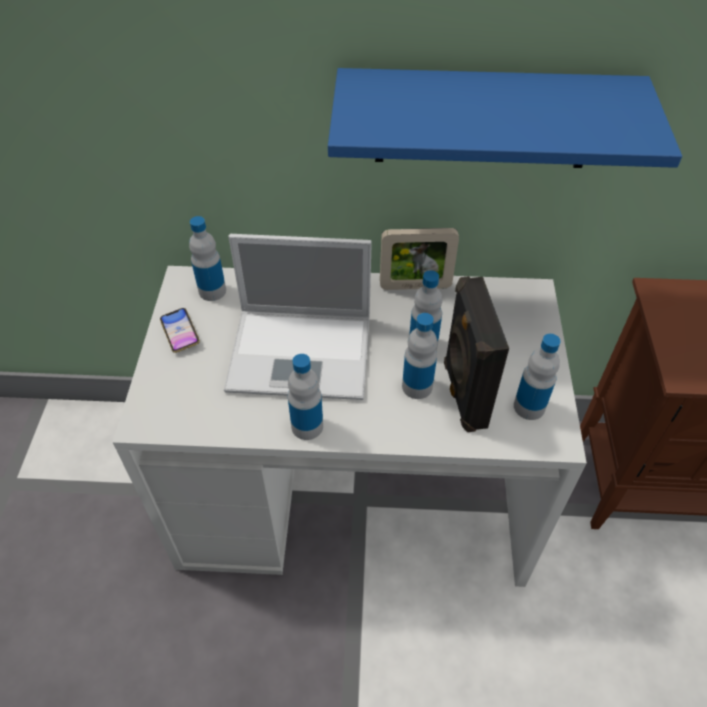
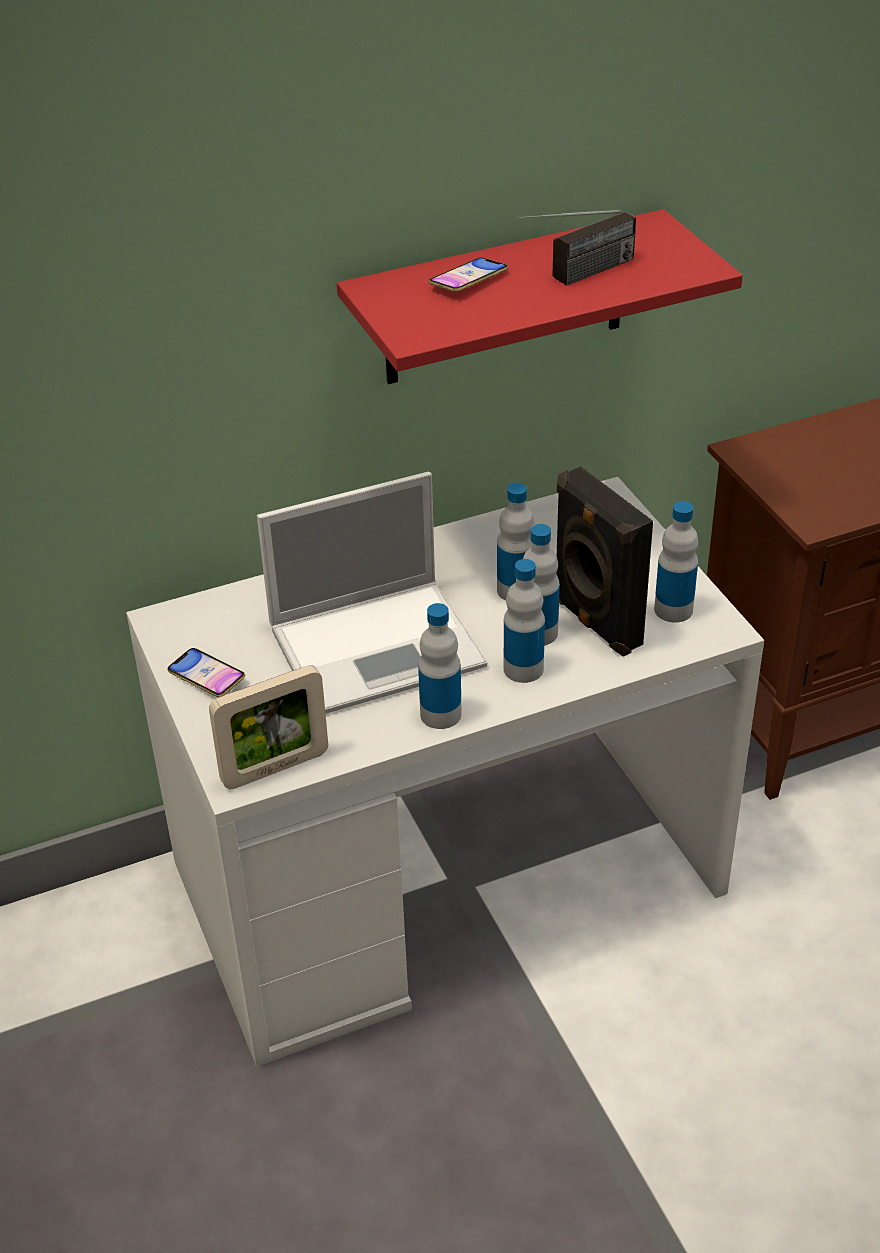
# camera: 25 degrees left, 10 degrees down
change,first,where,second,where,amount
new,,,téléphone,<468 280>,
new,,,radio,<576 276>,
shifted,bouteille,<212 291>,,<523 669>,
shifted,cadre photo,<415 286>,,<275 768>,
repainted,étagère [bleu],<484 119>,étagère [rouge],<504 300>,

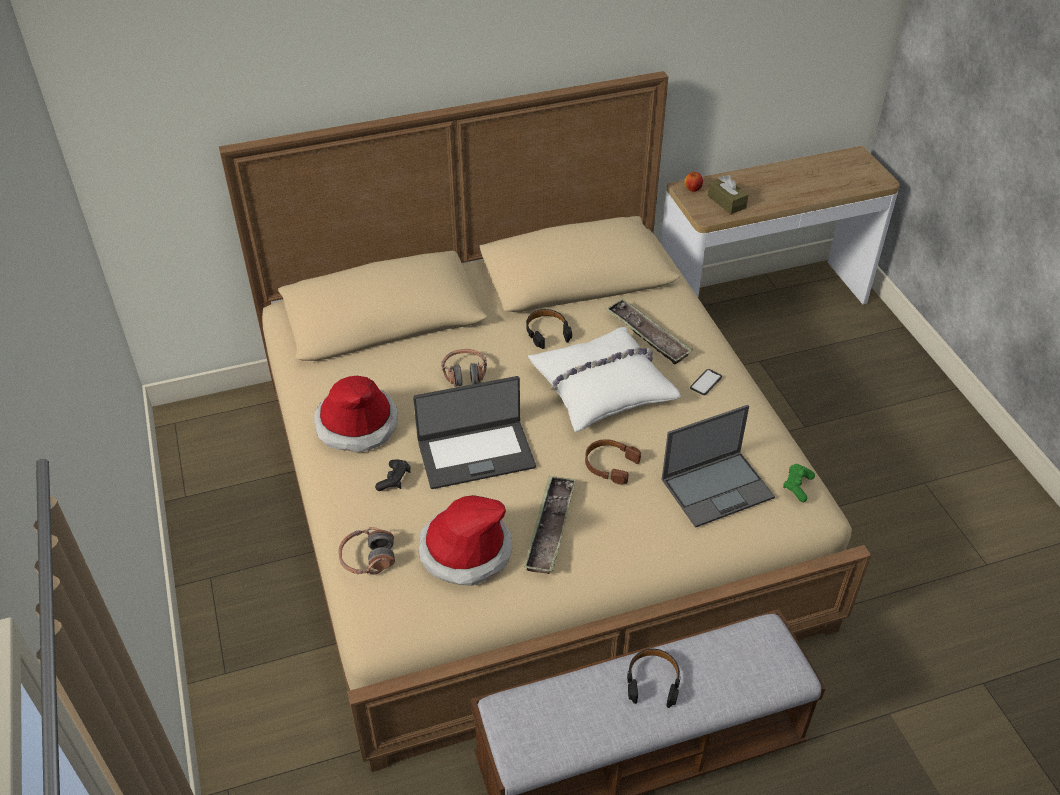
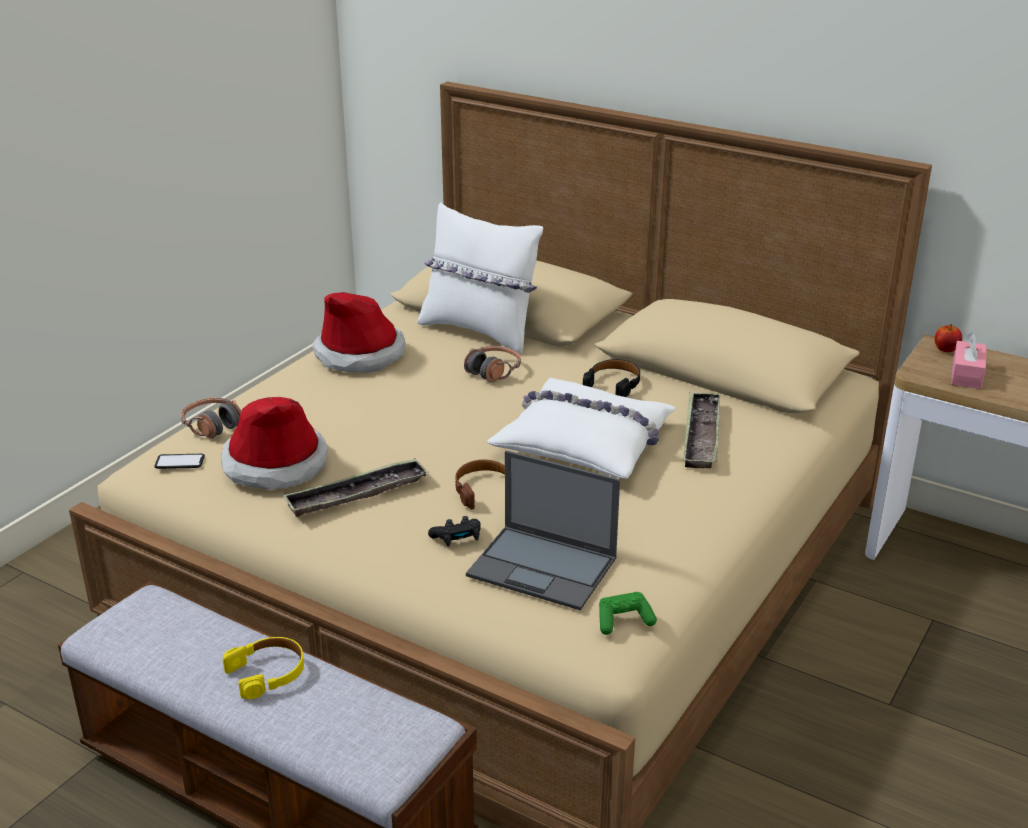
# camera: 50 degrees right, 15 degrees down
change,first,where,second,where,amount
gone,ordinateur portable,<475 453>,,,
new,,,coussin [blanc],<480 332>,
shifted,manette [noir],<394 480>,,<457 539>,
shifted,téléphone,<705 382>,,<179 462>,
repainted,casque audio [noir],<653 681>,casque audio [jaune],<267 673>,
repainted,boîte à mouchoirs [marron],<726 202>,boîte à mouchoirs [rose],<966 374>,

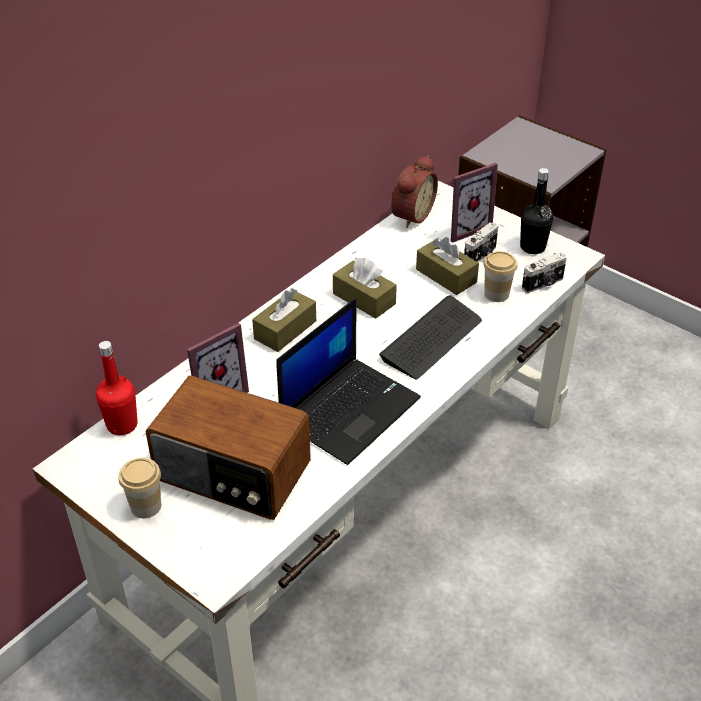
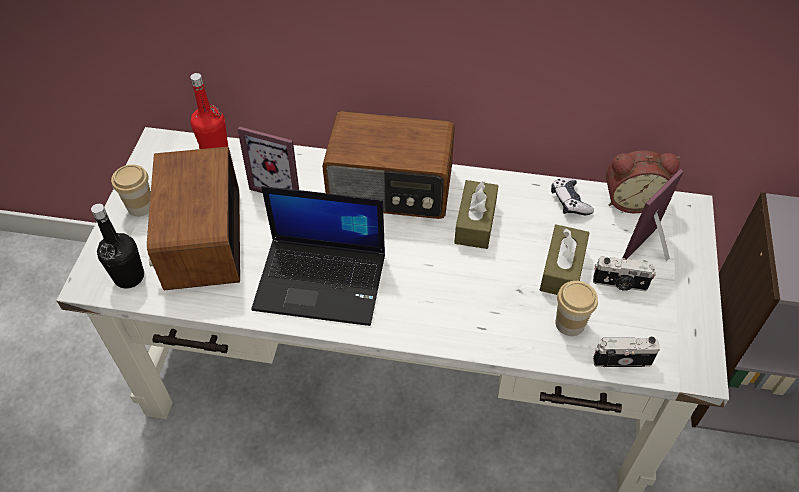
# camera: 60 degrees right, 10 degrees up
change,first,where,second,where,amount
gone,clavier,<431 339>,,,
new,,,manette,<570 202>,
shifted,bouteille [noir],<532 247>,,<129 277>,
swapped,boîte à mouchoirs [marron],<285 330>,radio,<391 189>,
rotated,cadre photo,<464 228>,,<653 250>,105 degrees clockwise
rotated,appareil photo,<543 284>,,<621 359>,150 degrees clockwise

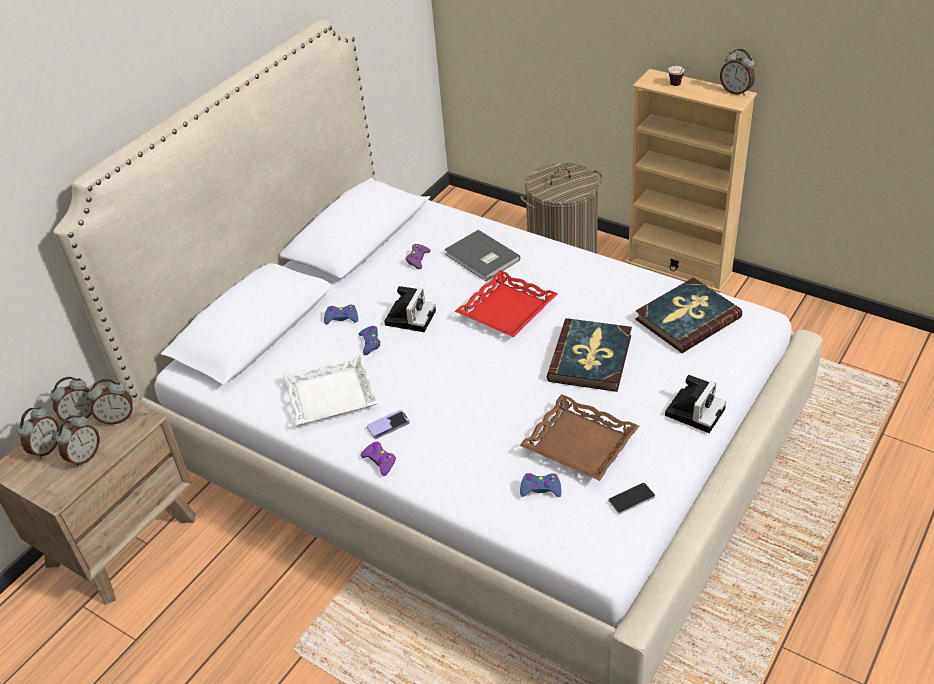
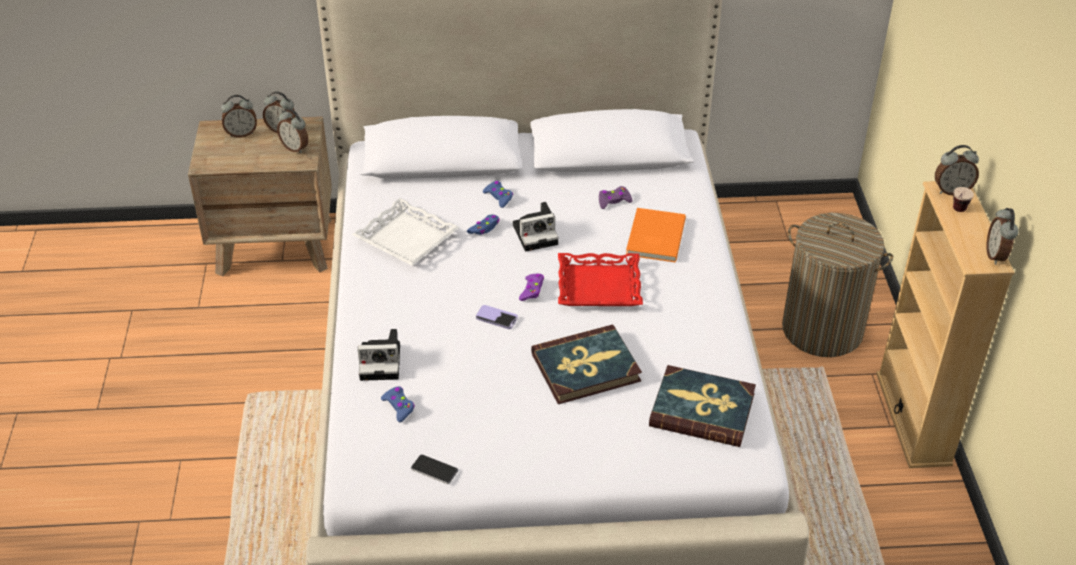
# camera: 50 degrees right, 0 degrees up
change,first,where,second,where,amount
gone,plateau [marron],<580 443>,,,
shifted,réveil,<84 457>,,<951 190>,
shifted,manette [violet],<380 461>,,<532 290>,
shifted,téléphone,<388 425>,,<496 318>,
shifted,appareil photo,<695 410>,,<382 362>,
repainted,livre [gris],<481 258>,livre [orange],<653 237>,

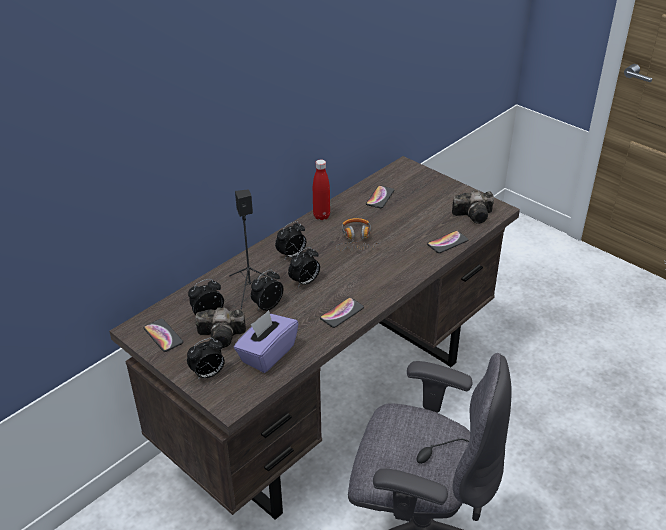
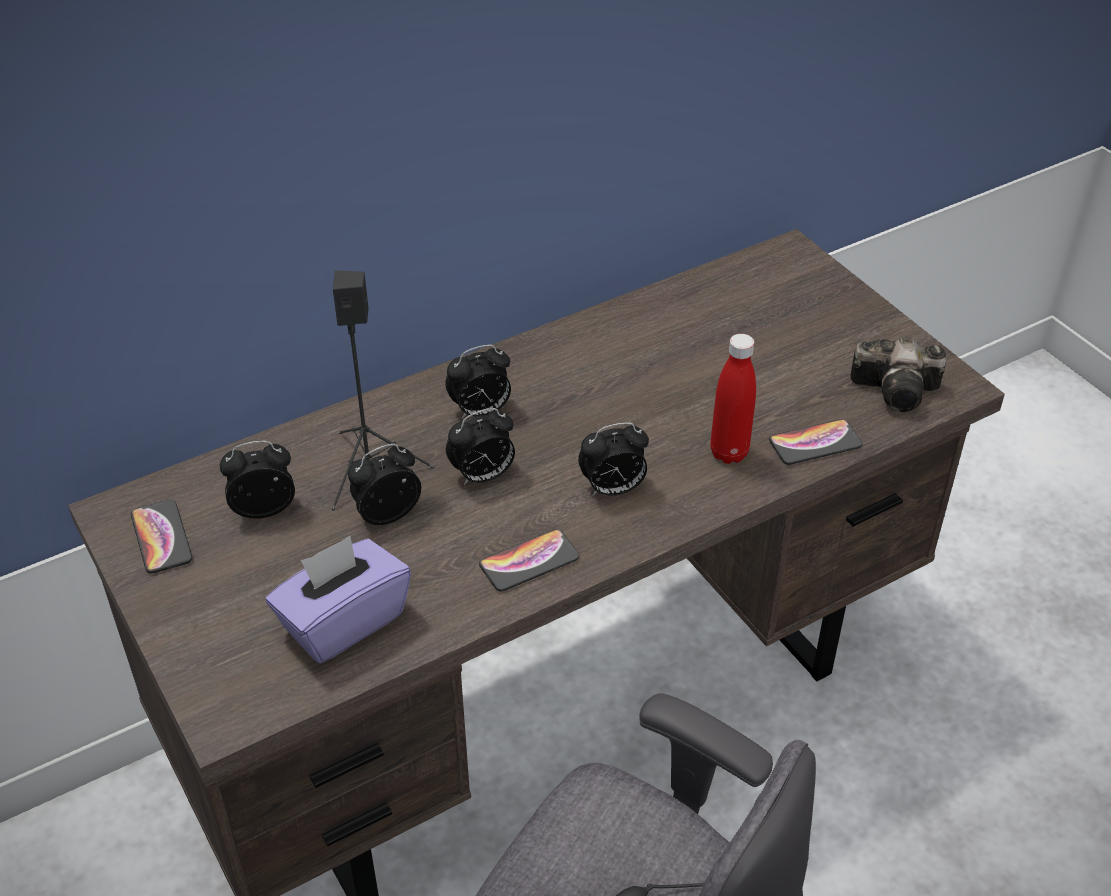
# camera: 15 degrees right, 5 degrees up
change,first,where,second,where,amount
gone,appareil photo,<223 336>,,,
gone,casque audio,<356 240>,,,
gone,téléphone,<380 197>,,,
shifted,réveil,<208 374>,,<612 489>,
shifted,bouteille [rouge],<321 216>,,<729 453>,

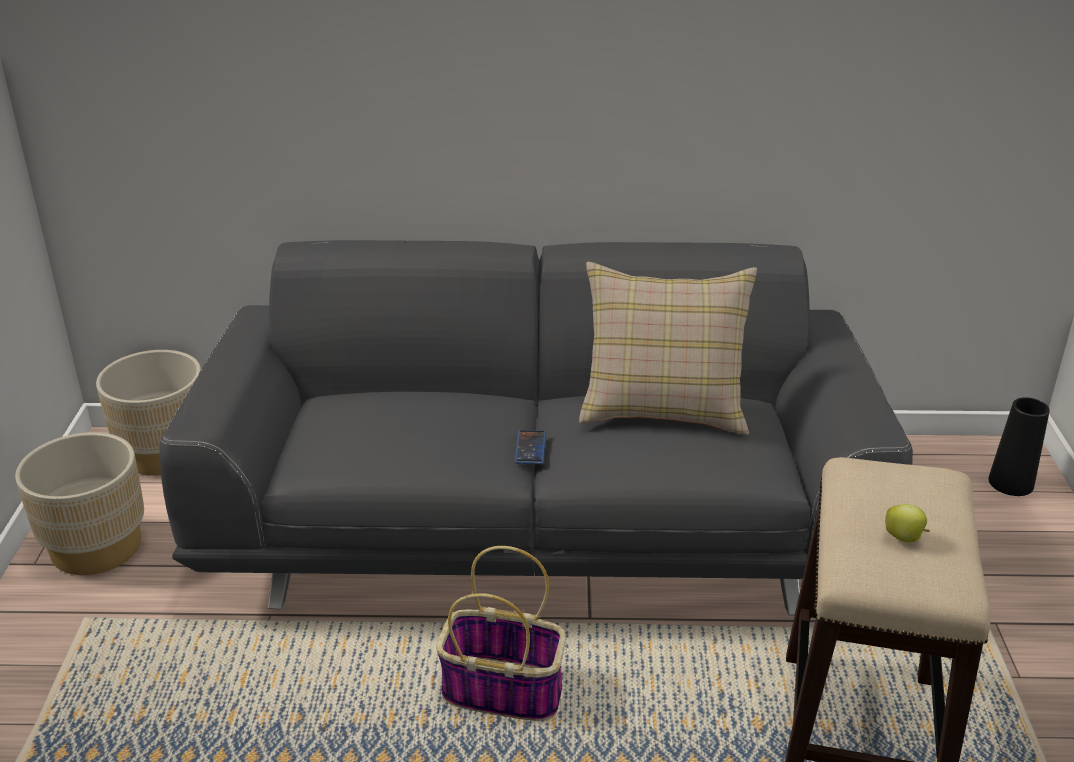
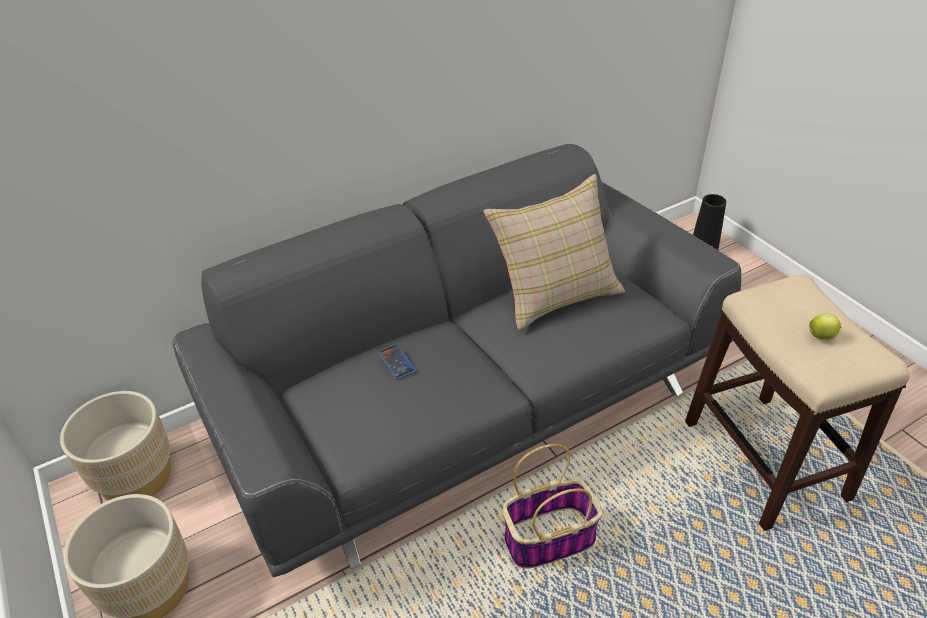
# camera: 30 degrees left, 10 degrees up
change,first,where,second,where,amount
shifted,téléphone,<530 448>,,<396 362>,

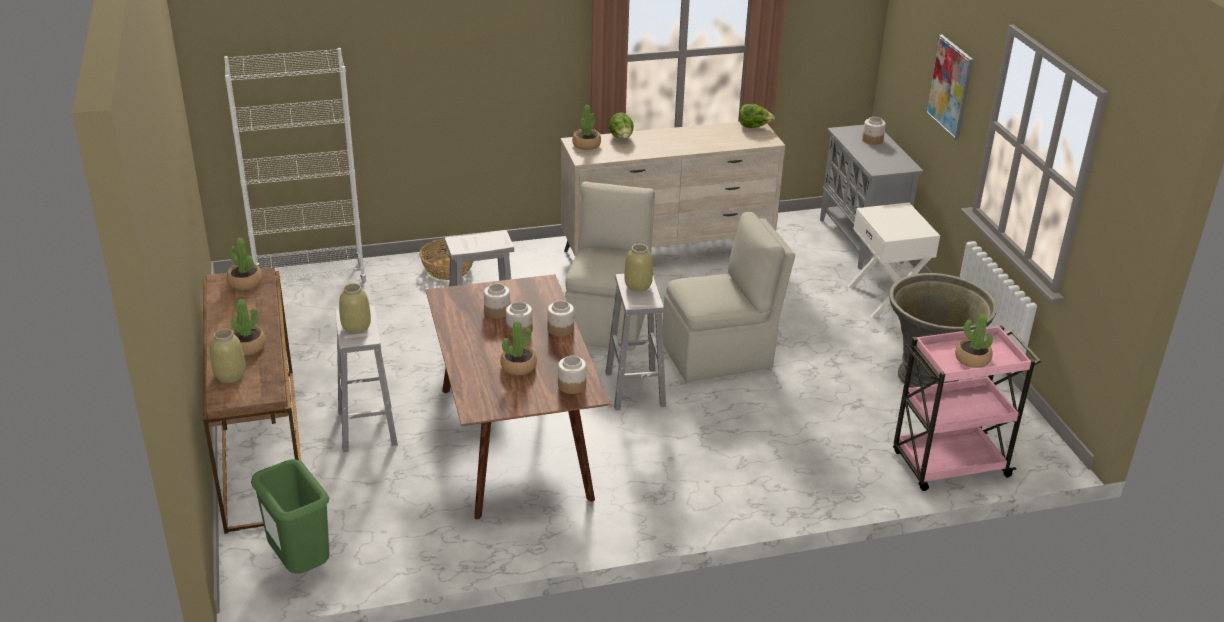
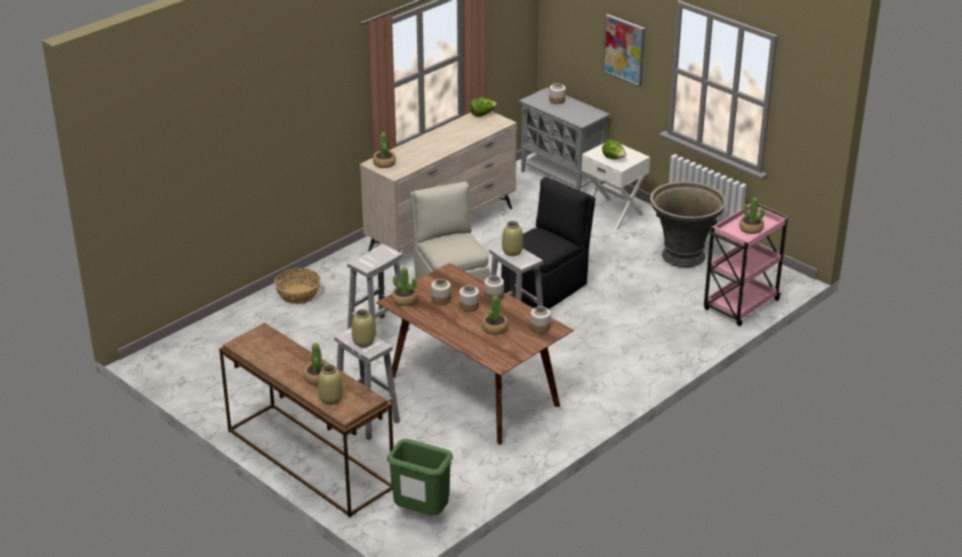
# camera: 30 degrees left, 0 degrees up
change,first,where,second,where,amount
gone,bibliothèque [blanc],<310 279>,,,
shifted,plante en pot,<245 282>,,<404 300>,
shifted,laitue,<621 138>,,<613 158>,
repainted,chaise [beige],<720 355>,chaise [noir],<546 288>,

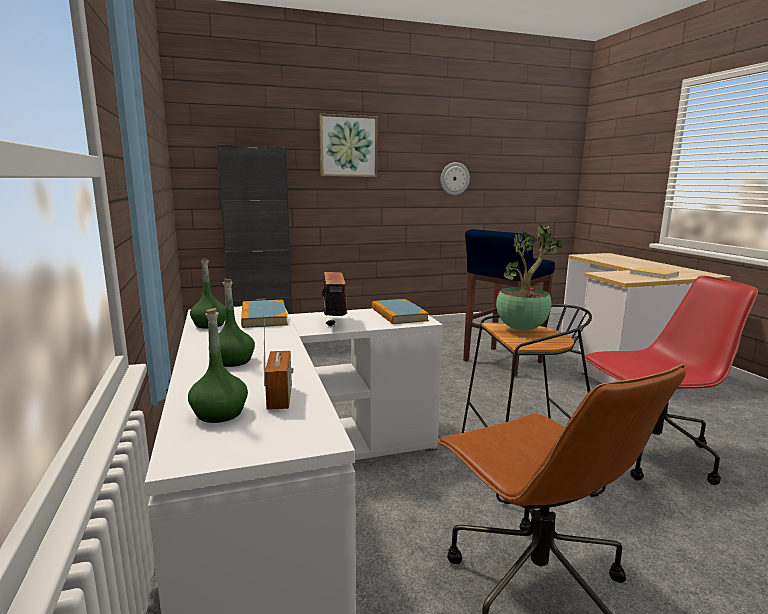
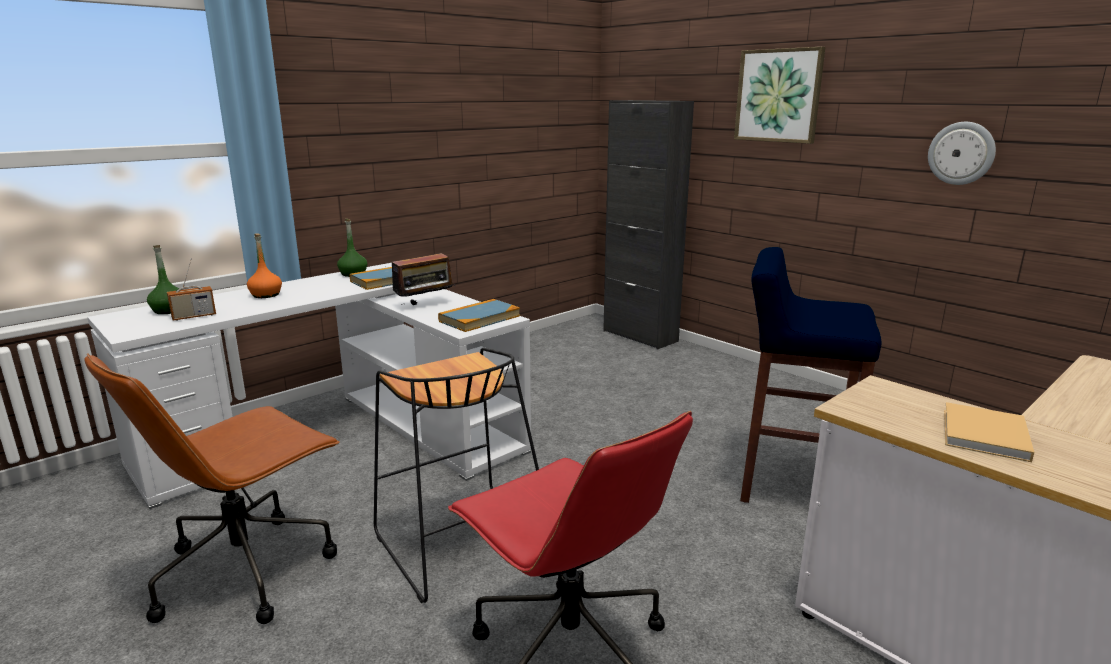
# camera: 65 degrees right, 5 degrees up
change,first,where,second,where,amount
gone,plante en pot,<522 329>,,,
repainted,bouteille [vert],<233 361>,bouteille [orange],<266 295>,

